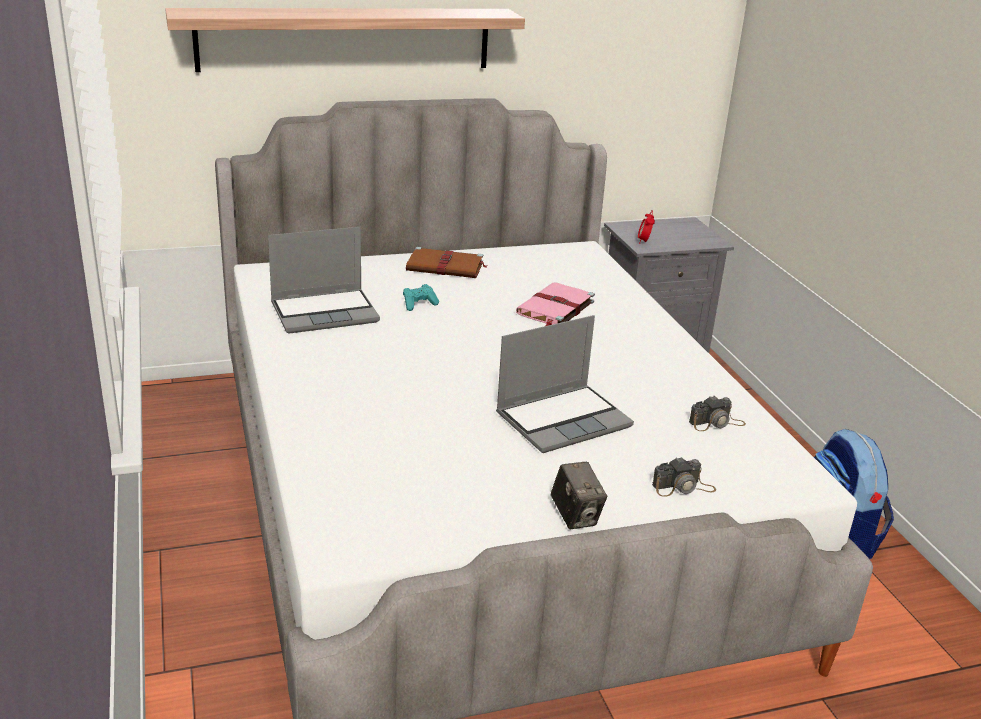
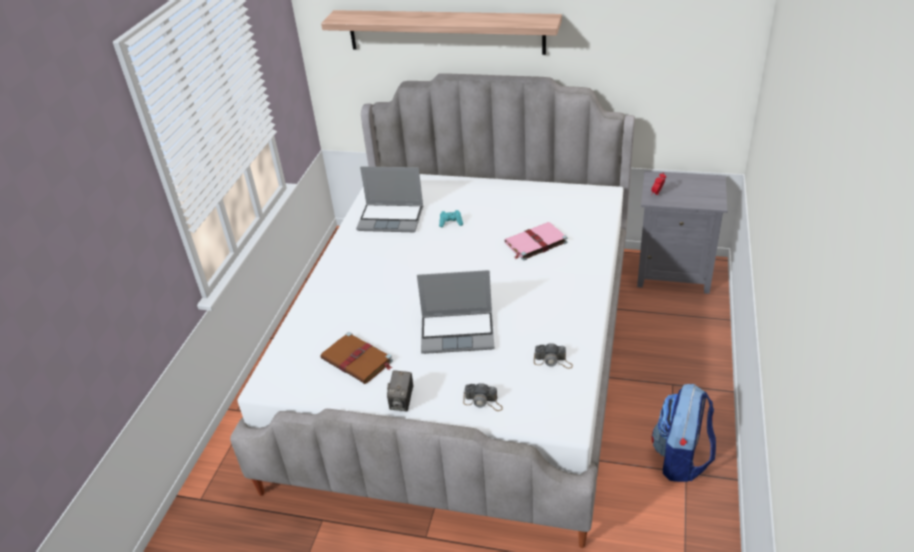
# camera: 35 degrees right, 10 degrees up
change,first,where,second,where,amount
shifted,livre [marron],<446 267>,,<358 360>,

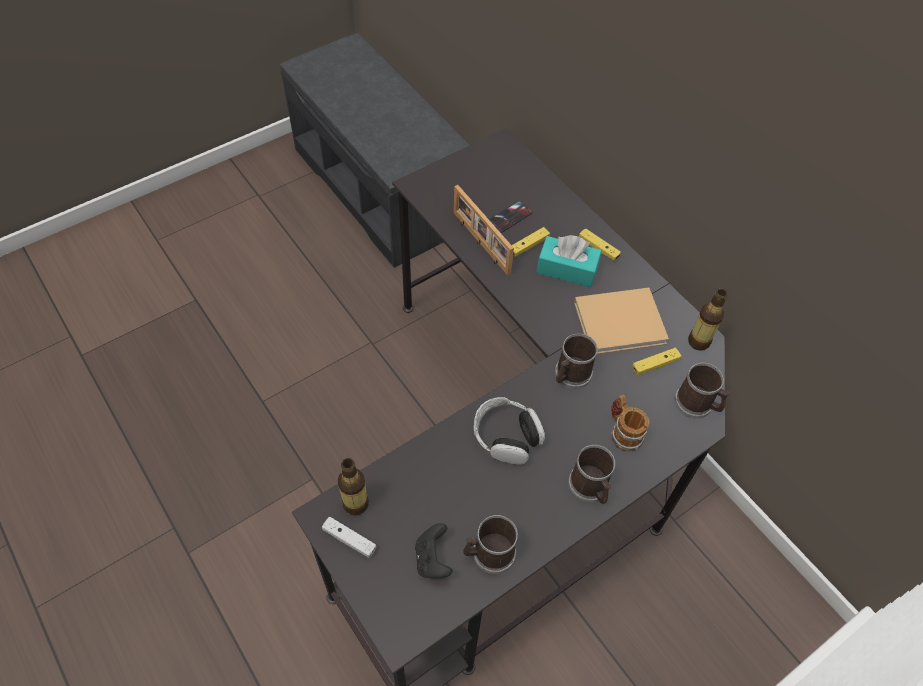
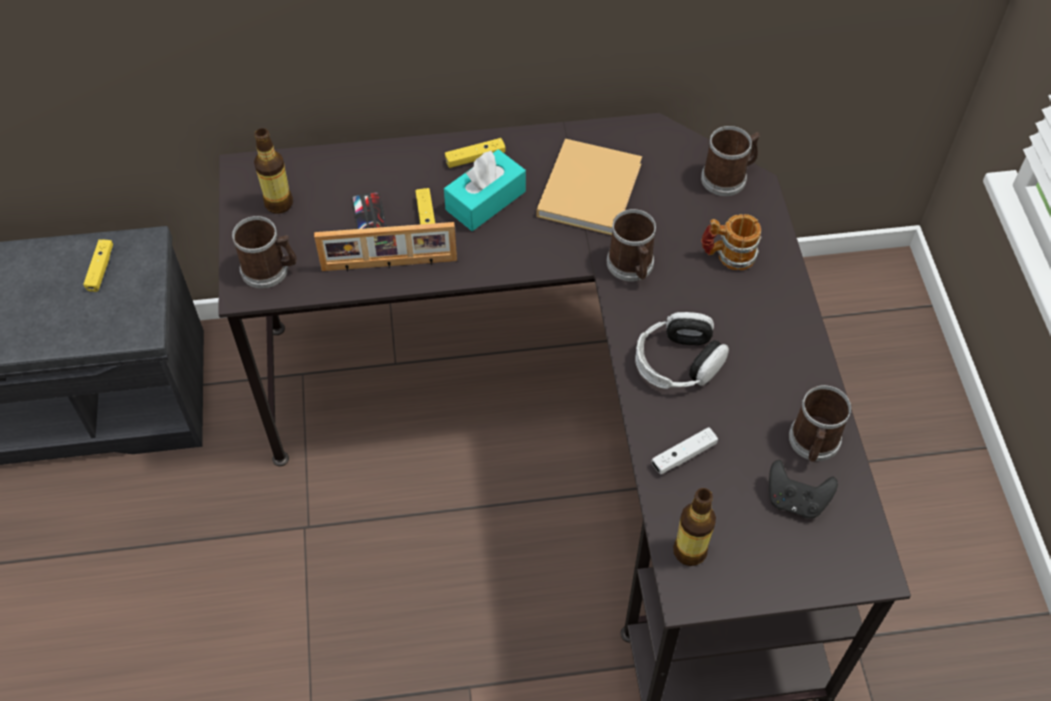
# camera: 60 degrees left, 0 degrees up
change,first,where,second,where,amount
shifted,manette [blanc],<349 539>,,<683 455>,
shifted,mug,<590 487>,,<270 270>,
shifted,manette [jaune],<655 365>,,<100 269>,
shifted,bouteille,<698 341>,,<278 203>,

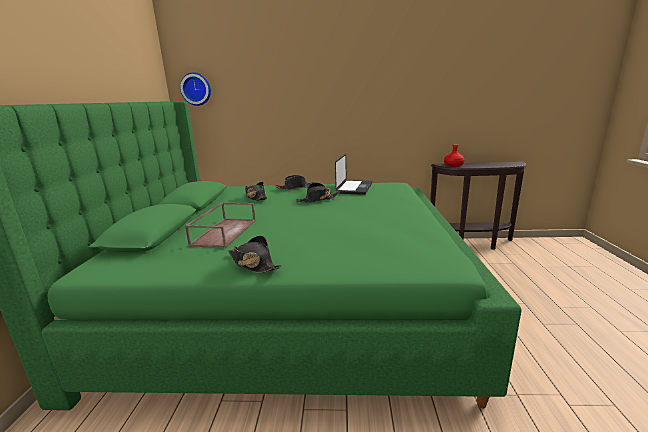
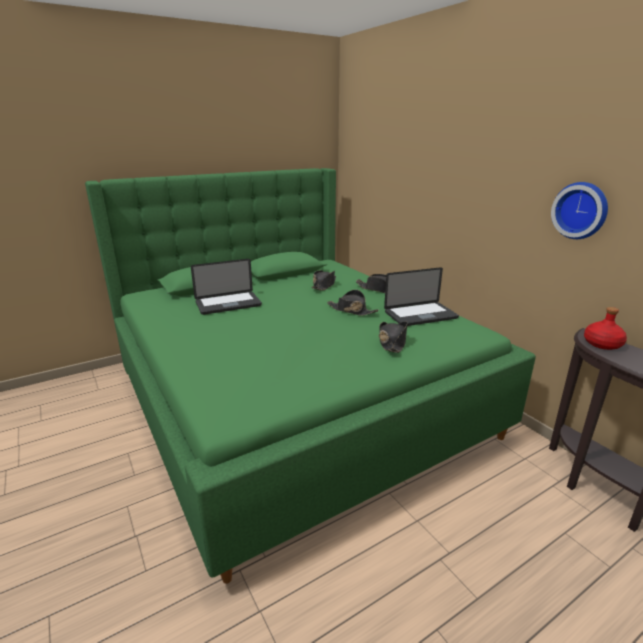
# camera: 55 degrees right, 5 degrees up
change,first,where,second,where,amount
shifted,horloge murale,<196 89>,,<581 210>,
shifted,chapeau [noir],<253 264>,,<392 342>,
swapped,plateau [marron],<224 232>,ordinateur portable,<228 304>,

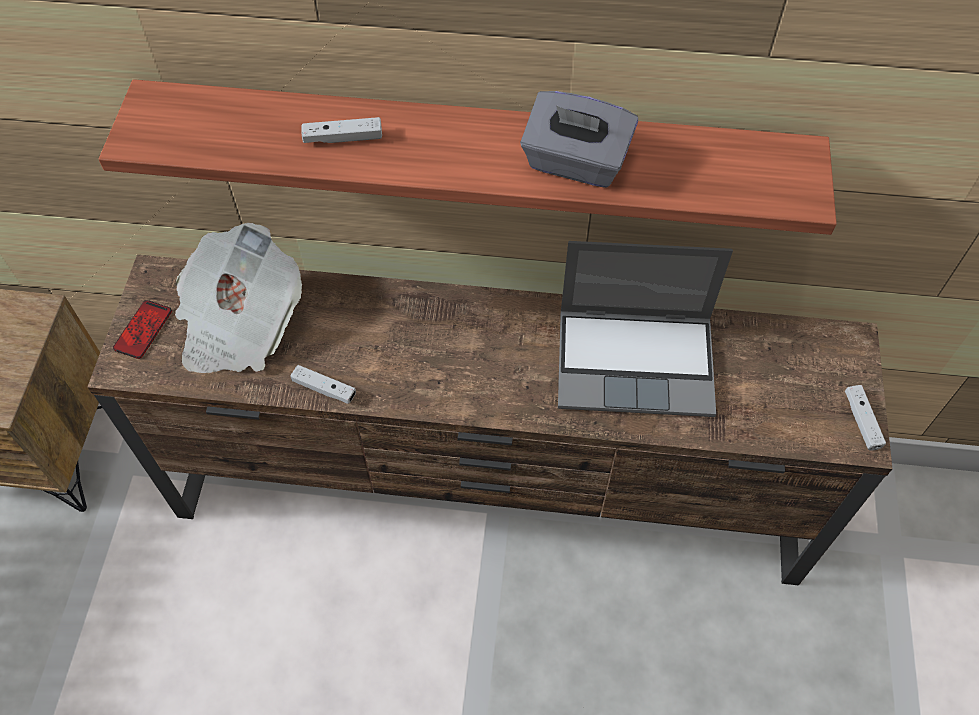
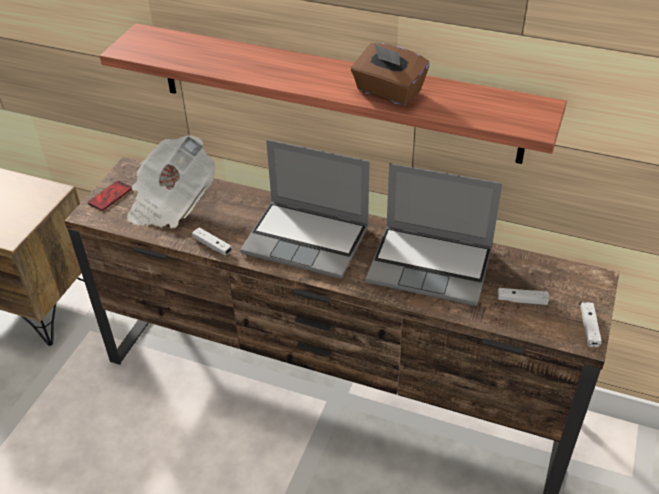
# camera: 15 degrees right, 15 degrees down
change,first,where,second,where,amount
new,,,ordinateur portable,<308 240>,
shifted,manette [blanc],<343 138>,,<522 300>,
repainted,boîte à mouchoirs [gris],<575 163>,boîte à mouchoirs [marron],<388 92>,

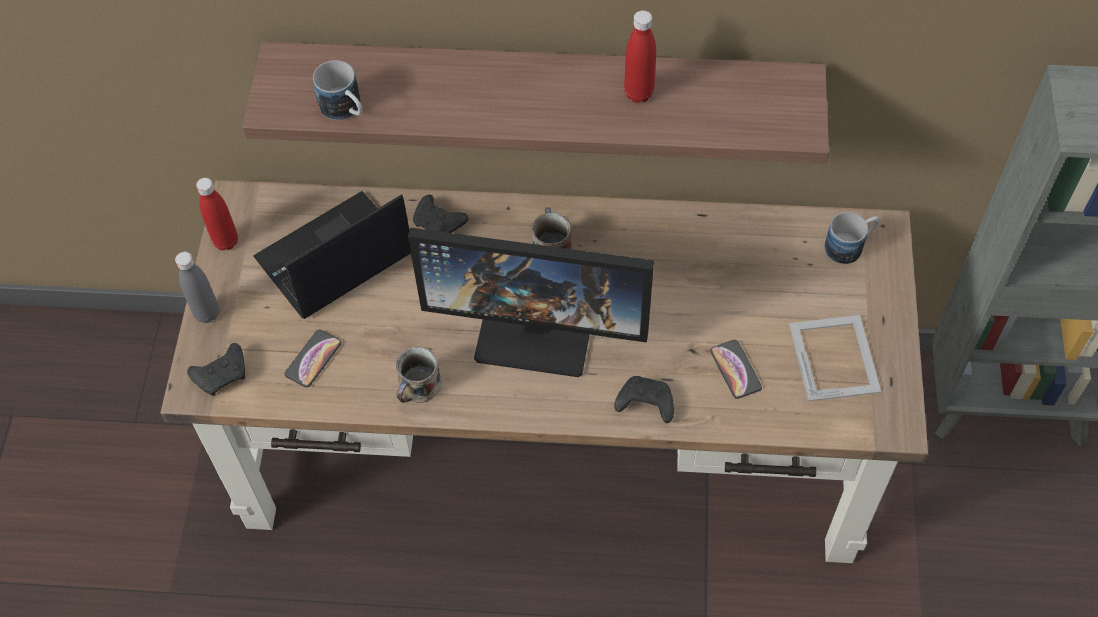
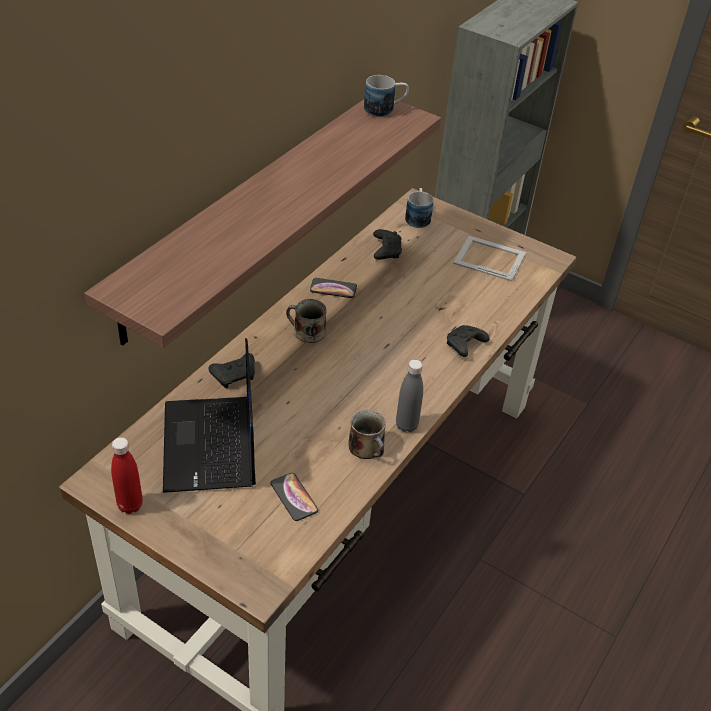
# camera: 65 degrees left, 15 degrees down
change,first,where,second,where,amount
gone,écran d'ordinateur,<537 329>,,,
gone,bouteille [rouge],<638 93>,,,
shifted,bouteille [gris],<207 313>,,<406 425>,
shifted,manette [noir],<222 374>,,<386 250>,
shifted,mug,<346 110>,,<385 109>,
shifted,téléphone,<735 369>,,<333 289>,

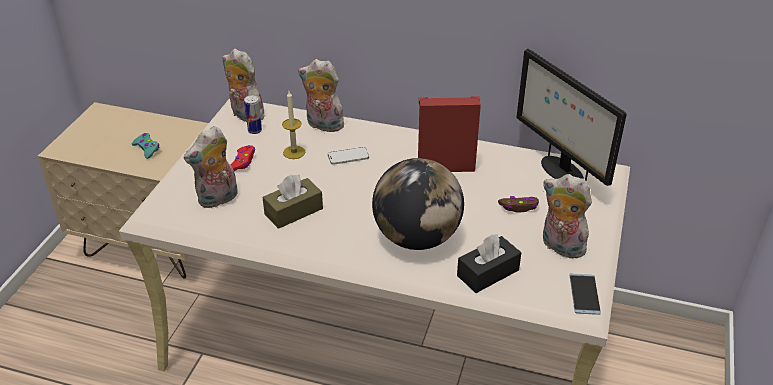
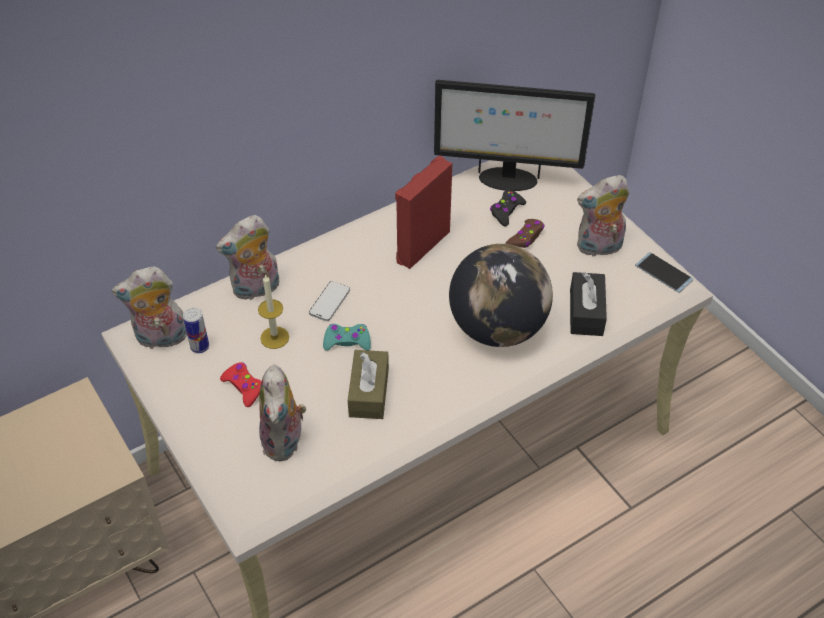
# camera: 50 degrees left, 10 degrees up
change,first,where,second,where,amount
new,,,manette [noir],<506 211>,
shifted,manette [turquoise],<147 149>,,<347 341>,

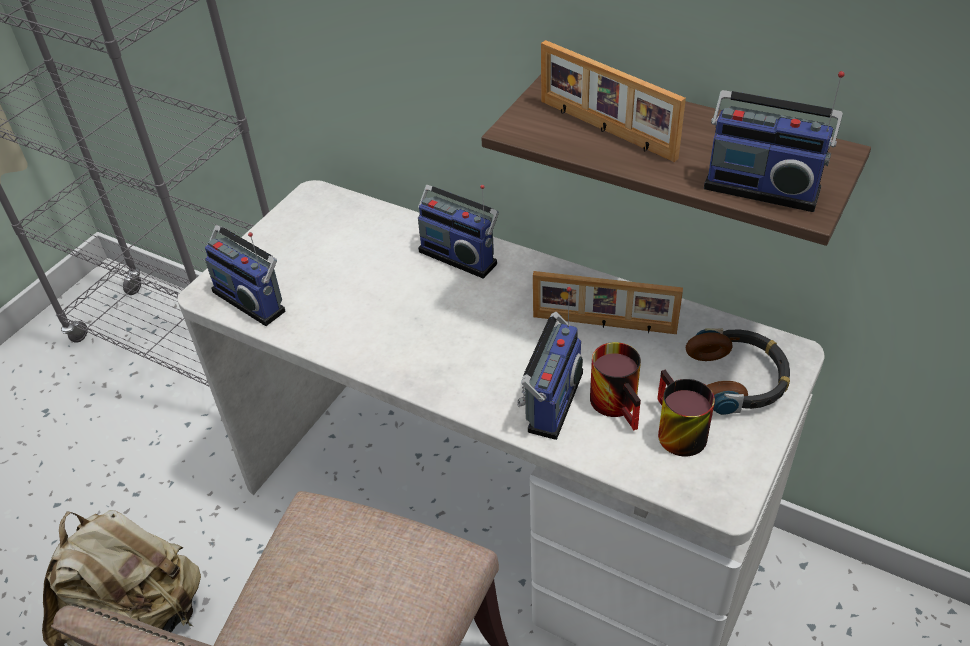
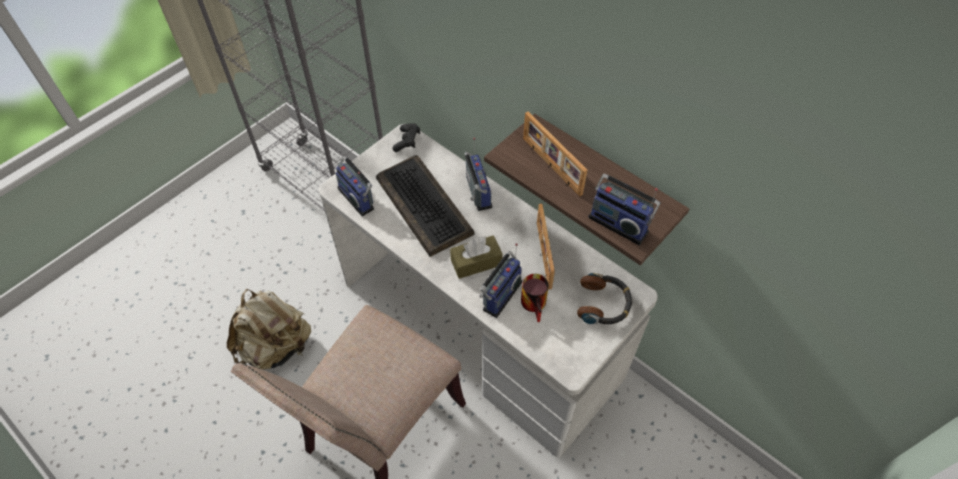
# camera: 10 degrees right, 10 degrees up
change,first,where,second,where,amount
gone,mug,<673 431>,,,
new,,,clavier,<425 206>,
new,,,manette [noir],<407 141>,
new,,,boîte à mouchoirs [marron],<476 262>,
rotated,radio,<460 255>,,<476 193>,150 degrees counterclockwise
rotated,cadre photo,<604 325>,,<542 255>,60 degrees clockwise

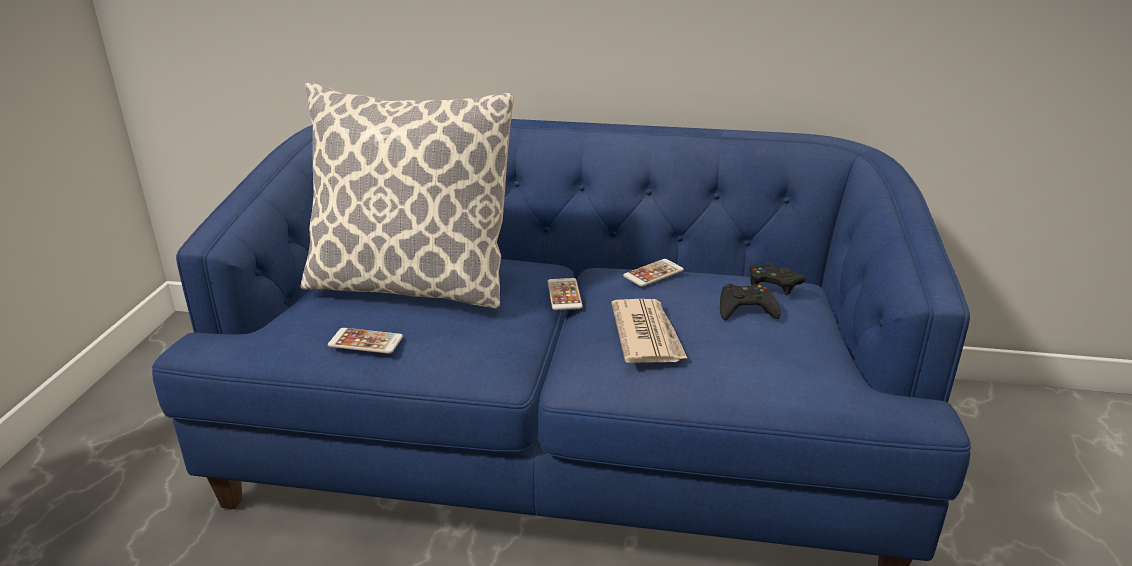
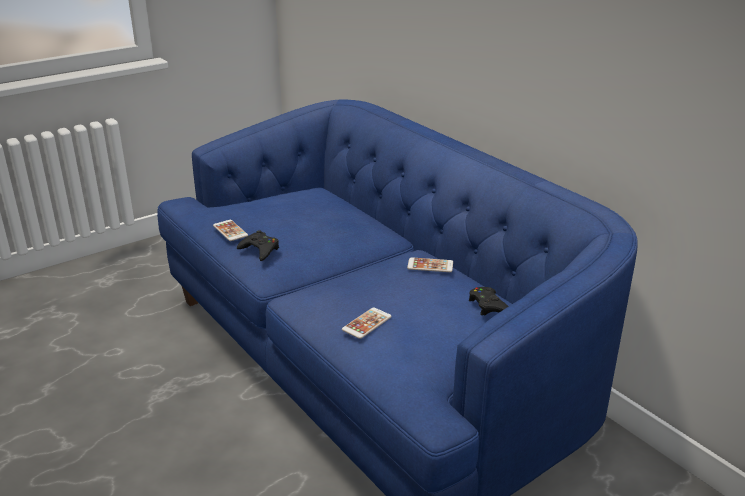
# camera: 45 degrees right, 0 degrees up
change,first,where,second,where,amount
gone,coussin,<410 285>,,,
gone,journal,<647 335>,,,
shifted,téléphone,<564 294>,,<367 323>,
shifted,manette [noir],<746 309>,,<260 250>,

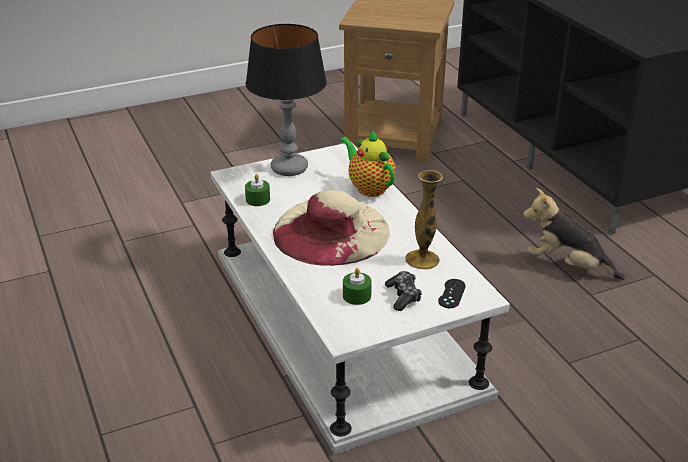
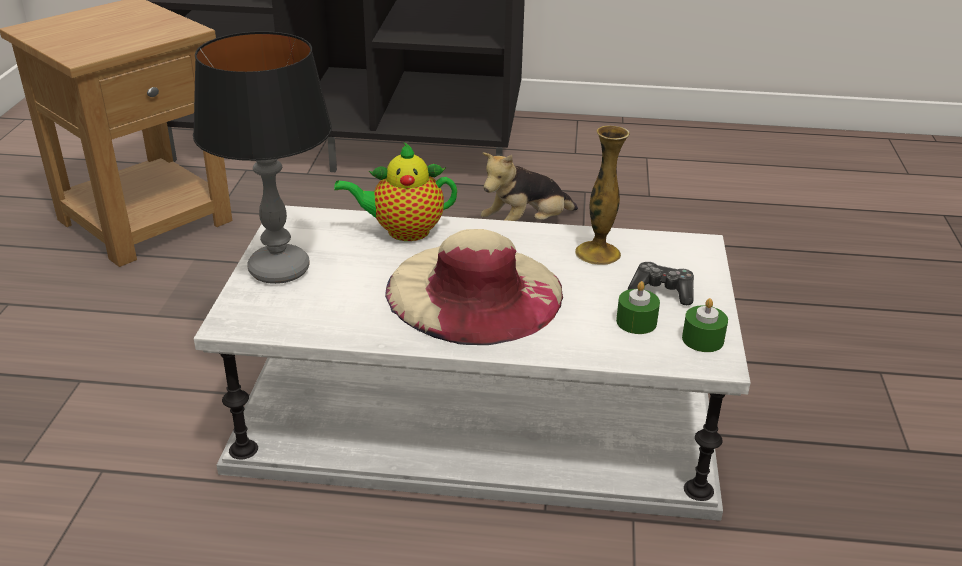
# camera: 60 degrees left, 0 degrees up
change,first,where,second,where,amount
gone,manette [noir],<451 294>,,,
shifted,bougie [vert],<258 199>,,<702 339>,

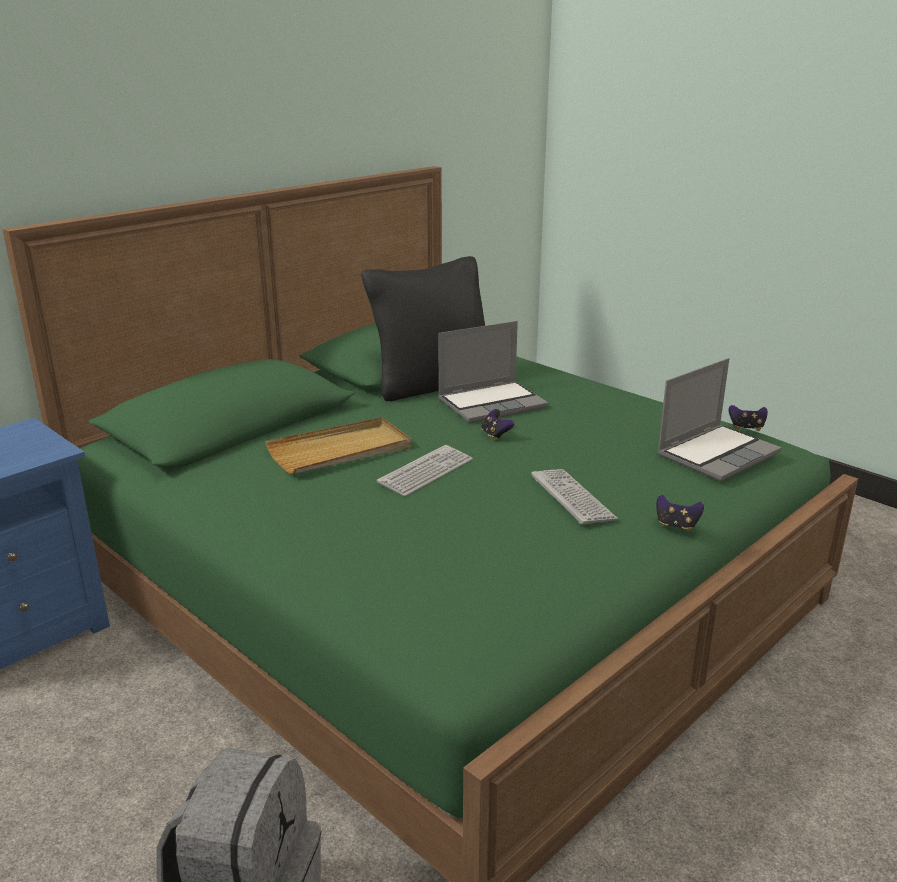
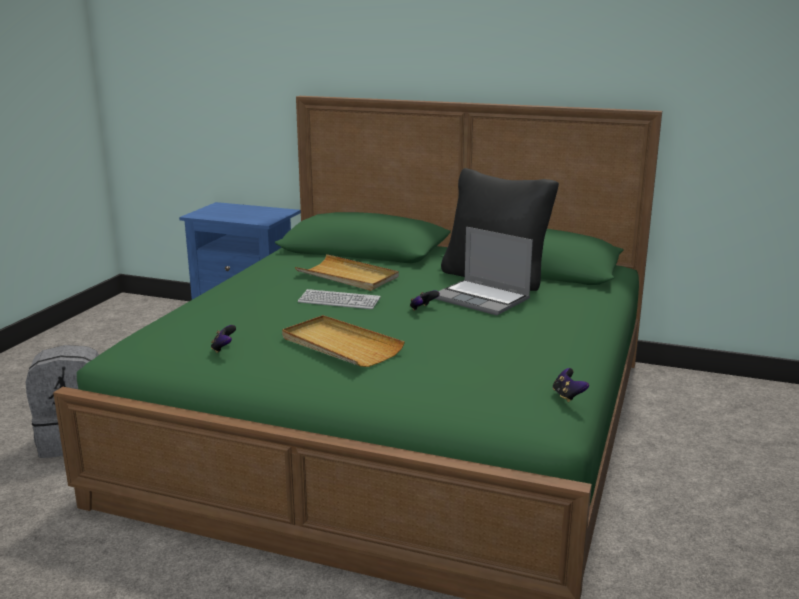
# camera: 65 degrees right, 5 degrees down
change,first,where,second,where,amount
gone,ordinateur portable,<717 453>,,,
shifted,manette,<676 525>,,<223 349>,
swapped,clavier,<572 497>,plateau [beige],<340 345>,

